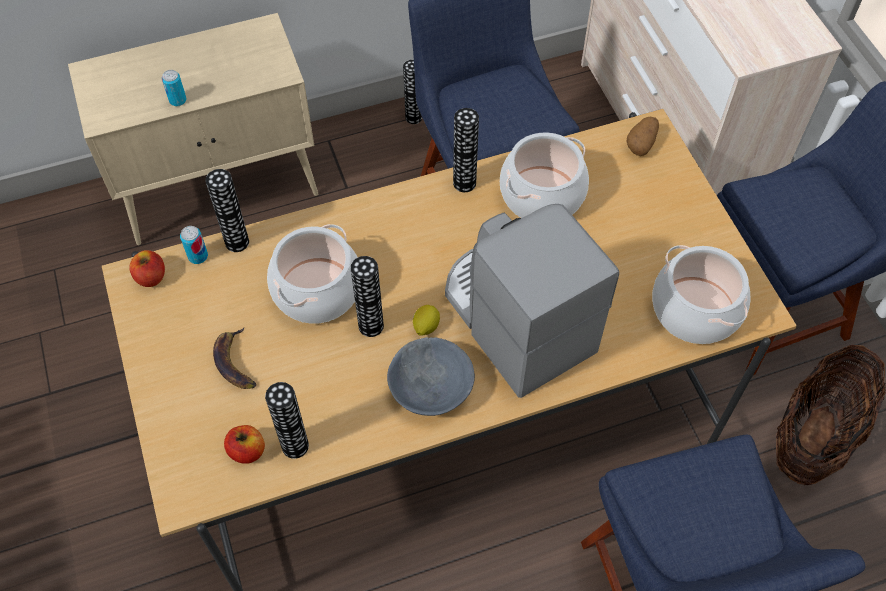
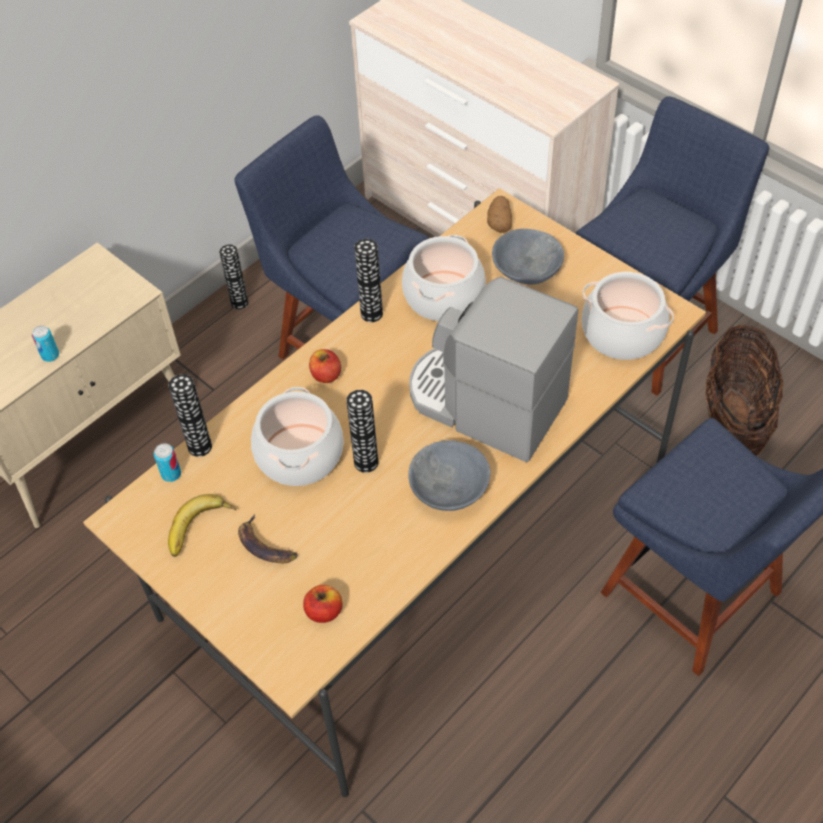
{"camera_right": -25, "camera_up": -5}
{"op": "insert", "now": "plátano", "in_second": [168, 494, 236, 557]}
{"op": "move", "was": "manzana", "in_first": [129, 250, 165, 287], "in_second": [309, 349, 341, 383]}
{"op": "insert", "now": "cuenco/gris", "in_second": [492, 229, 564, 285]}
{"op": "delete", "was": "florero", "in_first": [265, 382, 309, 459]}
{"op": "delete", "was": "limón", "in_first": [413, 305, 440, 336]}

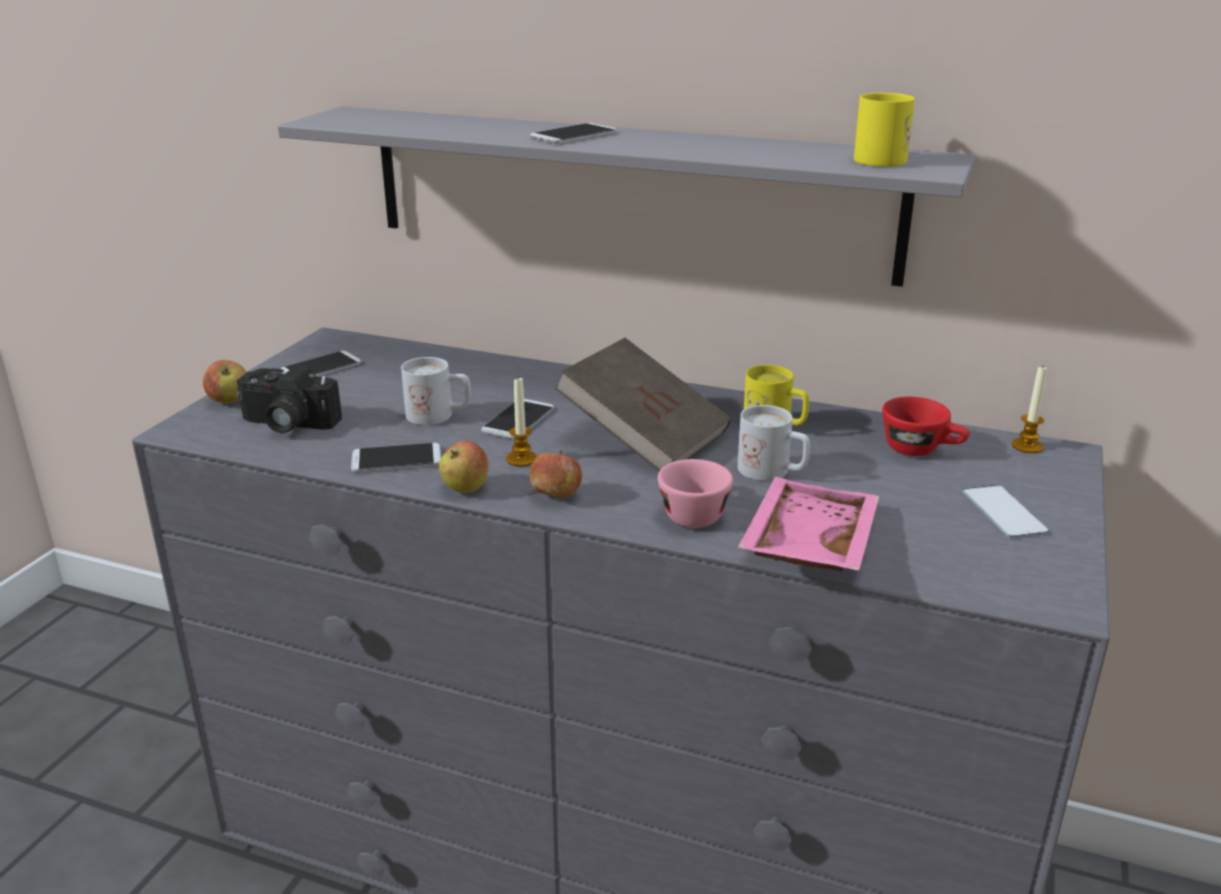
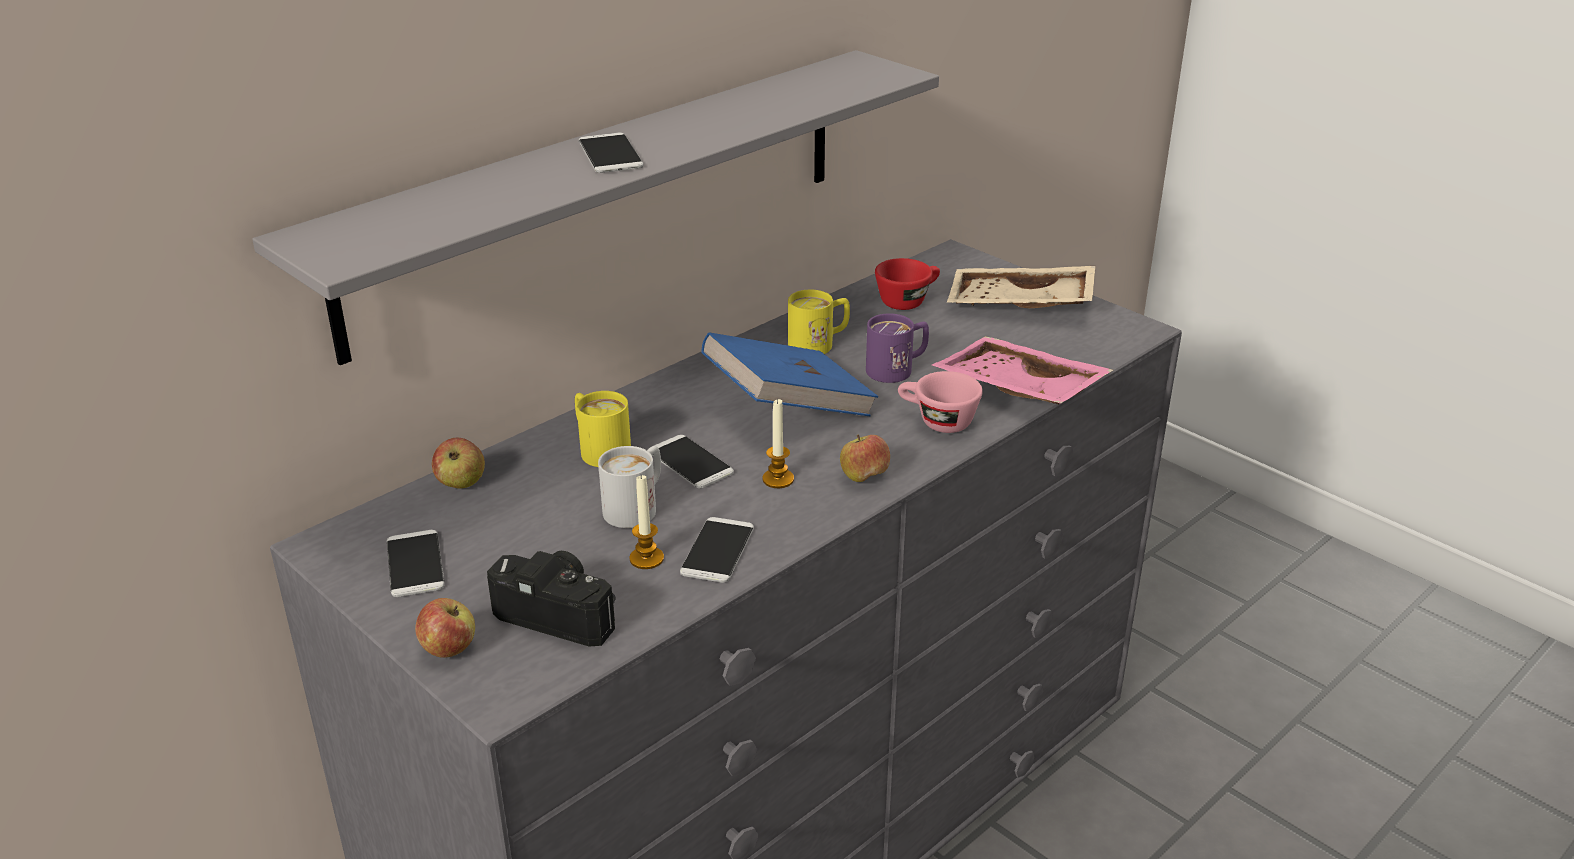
{"camera_right": -65, "camera_up": 5}
{"op": "move", "was": "manzana", "in_first": [439, 441, 489, 493], "in_second": [432, 438, 485, 488]}
{"op": "rotate", "was": "cámara", "in_first": [237, 365, 342, 433], "in_second": [487, 551, 616, 646], "clockwise": -105}
{"op": "move", "was": "taza grande/amarillo", "in_first": [854, 93, 915, 167], "in_second": [575, 391, 631, 467]}
{"op": "move", "was": "vela", "in_first": [1012, 367, 1047, 453], "in_second": [629, 475, 664, 569]}
{"op": "recolor", "was": "libro/marrón", "now": "libro/azul", "in_first": [555, 338, 732, 471], "in_second": [701, 332, 878, 416]}
{"op": "recolor", "was": "taza grande/blanco", "now": "taza grande/morado", "in_first": [738, 405, 810, 481], "in_second": [866, 313, 929, 383]}
{"op": "replace", "was": "móvil", "now": "bandeja/beis", "in_first": [962, 485, 1049, 538], "in_second": [947, 266, 1096, 308]}

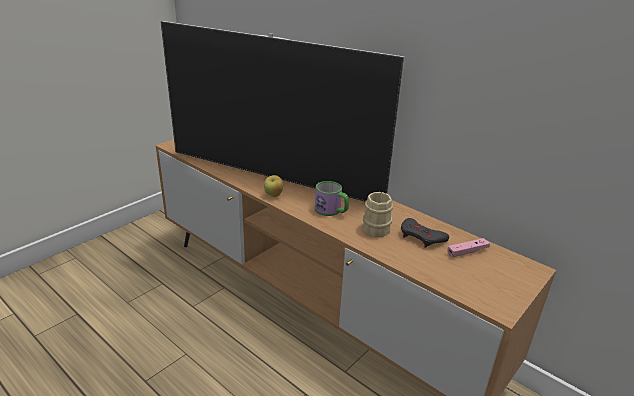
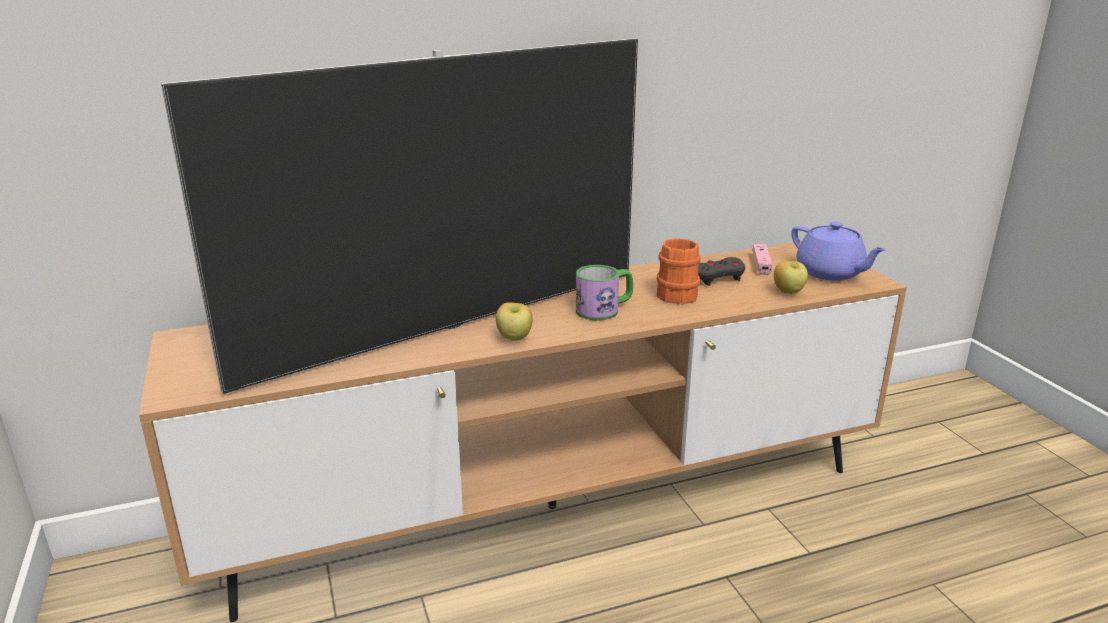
{"camera_right": -60, "camera_up": -5}
{"op": "recolor", "was": "taza grande/beis", "now": "taza grande/naranja", "in_first": [363, 192, 393, 237], "in_second": [657, 238, 700, 304]}
{"op": "insert", "now": "manzana", "in_second": [774, 261, 808, 294]}
{"op": "insert", "now": "tetera/morado", "in_second": [792, 221, 886, 281]}

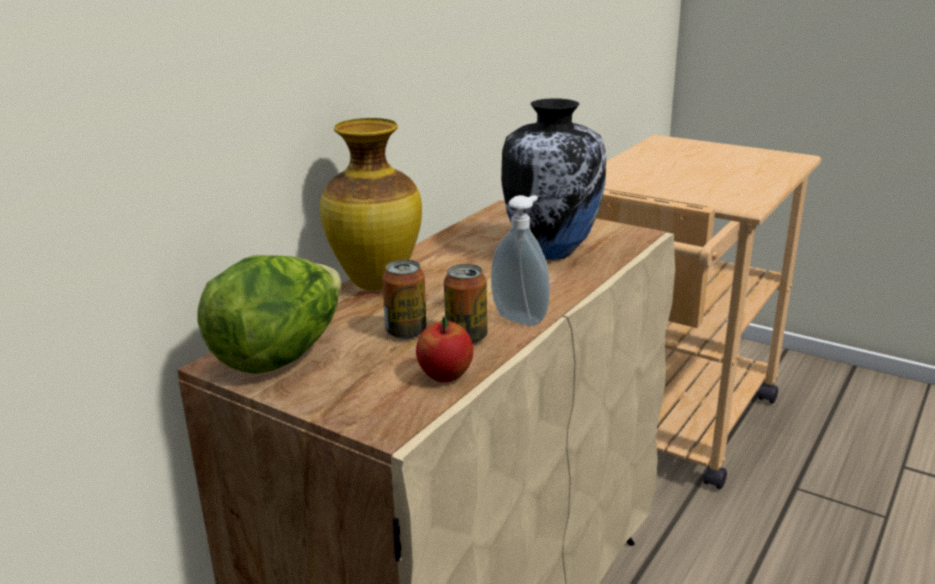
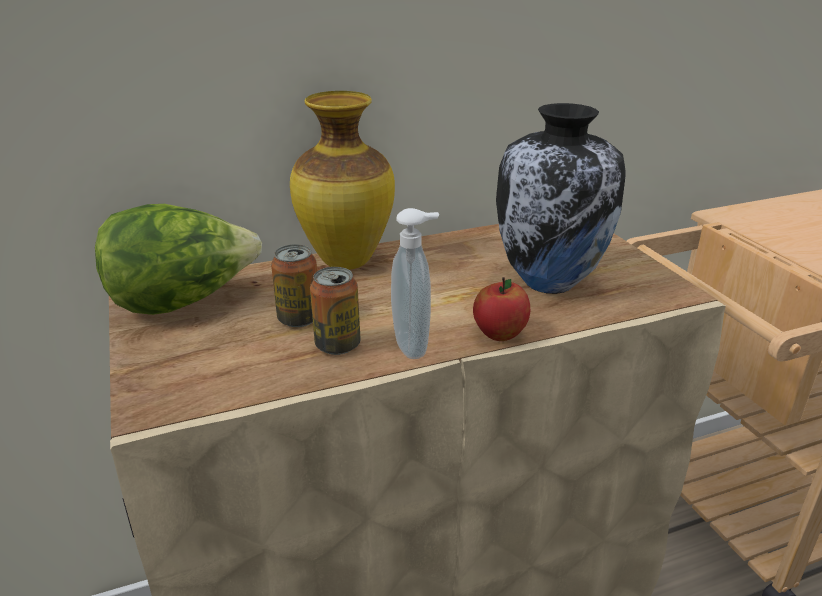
{"camera_right": 35, "camera_up": 5}
{"op": "move", "was": "manzana", "in_first": [416, 316, 473, 382], "in_second": [473, 277, 530, 341]}

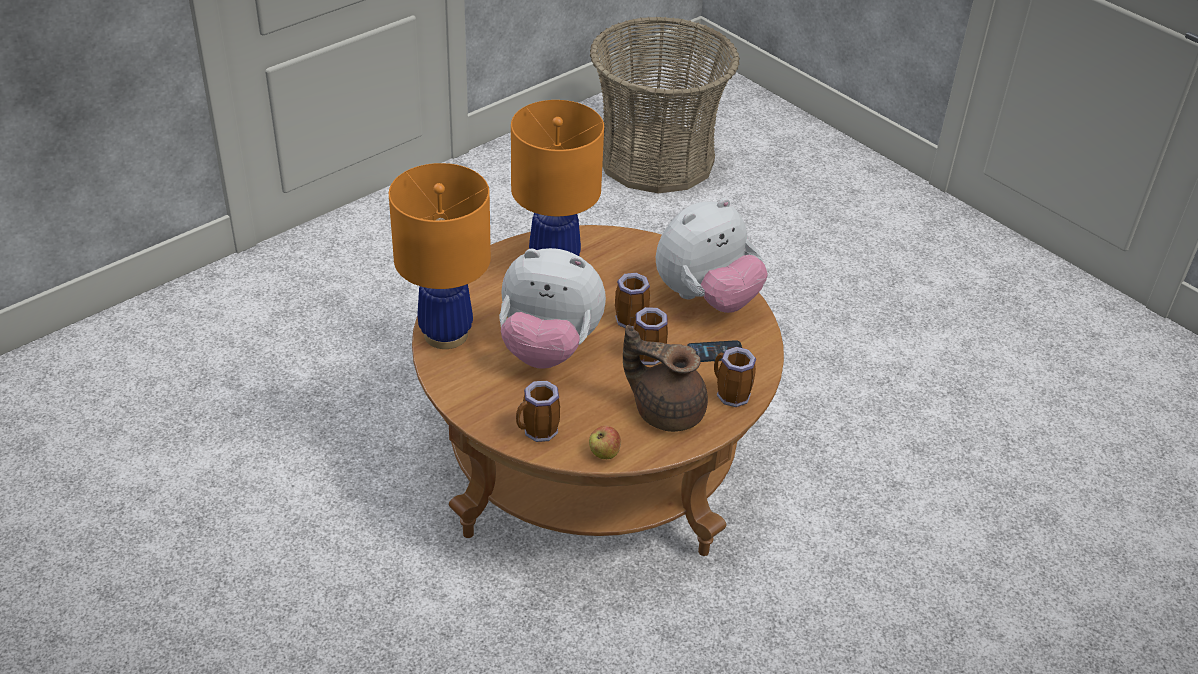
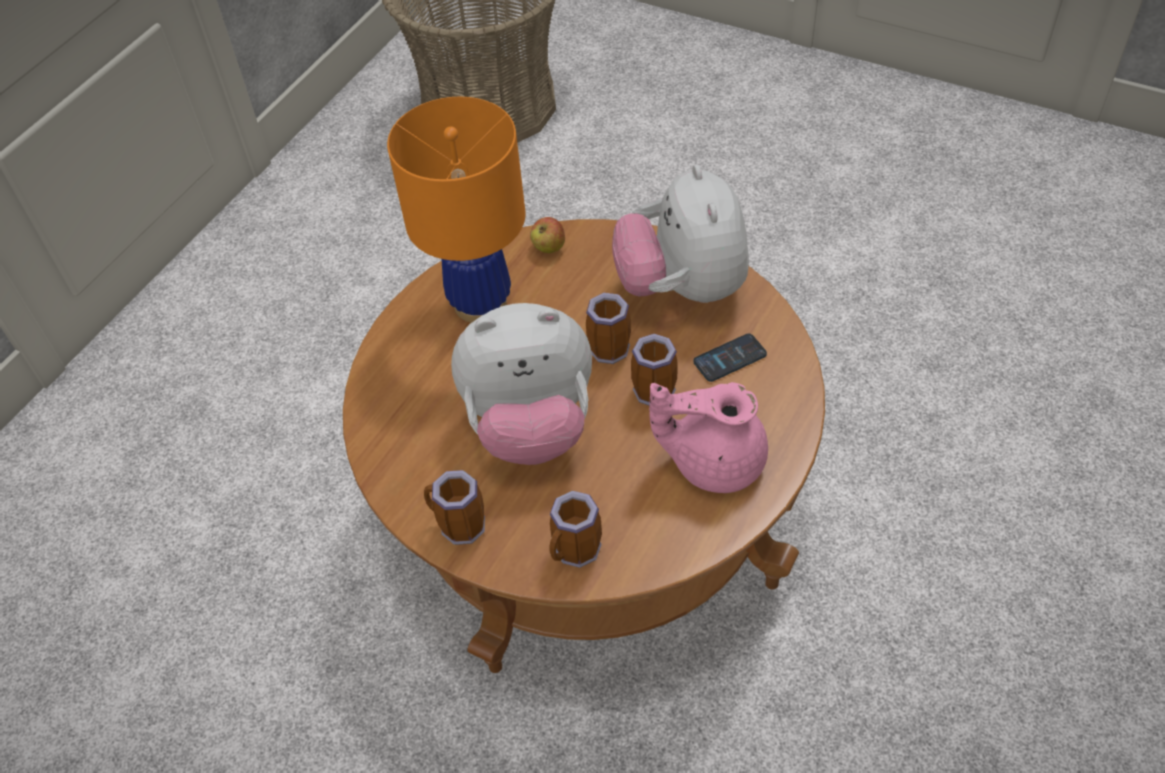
{"camera_right": -15, "camera_up": 10}
{"op": "move", "was": "taza grande", "in_first": [714, 347, 756, 407], "in_second": [424, 470, 485, 545]}
{"op": "move", "was": "manzana", "in_first": [589, 426, 621, 459], "in_second": [530, 217, 565, 253]}
{"op": "rotate", "was": "peluche", "in_first": [656, 198, 768, 313], "in_second": [612, 165, 749, 303], "clockwise": 135}
{"op": "recolor", "was": "tetera/marrón", "now": "tetera/rosa", "in_first": [623, 325, 708, 432], "in_second": [649, 382, 768, 493]}
{"op": "delete", "was": "lámpara de mesa/naranja", "in_first": [389, 163, 491, 349]}

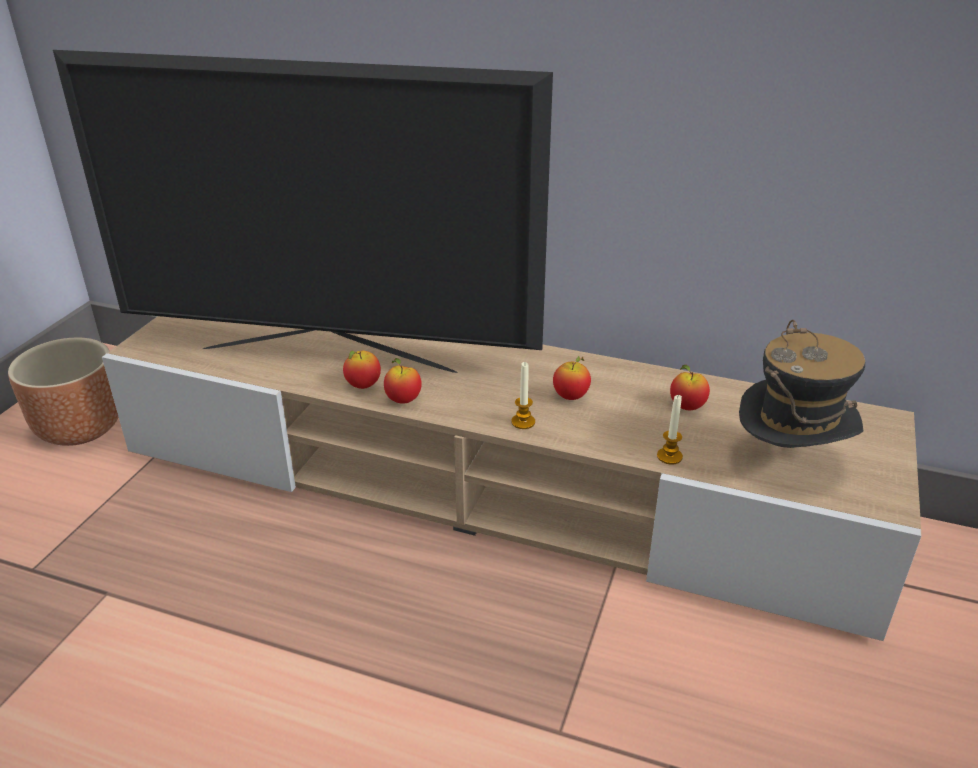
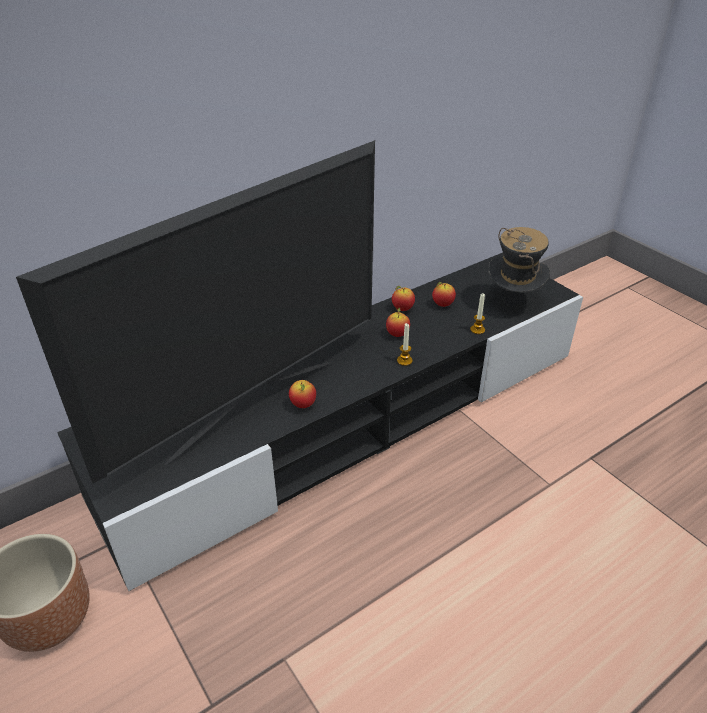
{"camera_right": -55, "camera_up": 5}
{"op": "recolor", "was": "mueble de televisión/beis", "now": "mueble de televisión/negro", "in_first": [102, 316, 922, 641], "in_second": [57, 253, 583, 591]}
{"op": "move", "was": "manzana", "in_first": [384, 358, 422, 404], "in_second": [392, 286, 415, 311]}

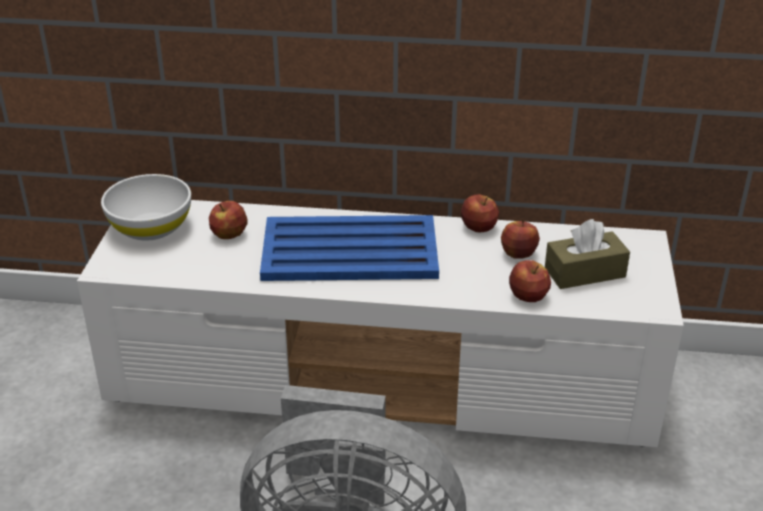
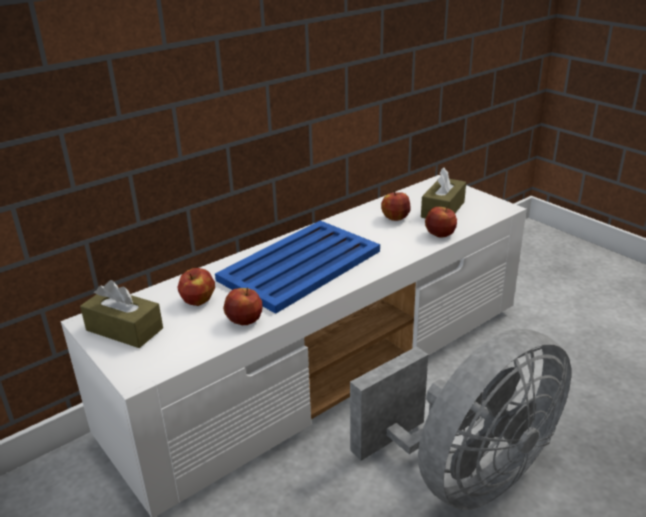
{"camera_right": -45, "camera_up": -5}
{"op": "replace", "was": "cuenco/blanco", "now": "caja de pañuelos/marrón", "in_first": [101, 174, 191, 241], "in_second": [80, 280, 163, 348]}
{"op": "move", "was": "manzana", "in_first": [461, 194, 499, 233], "in_second": [223, 287, 263, 325]}

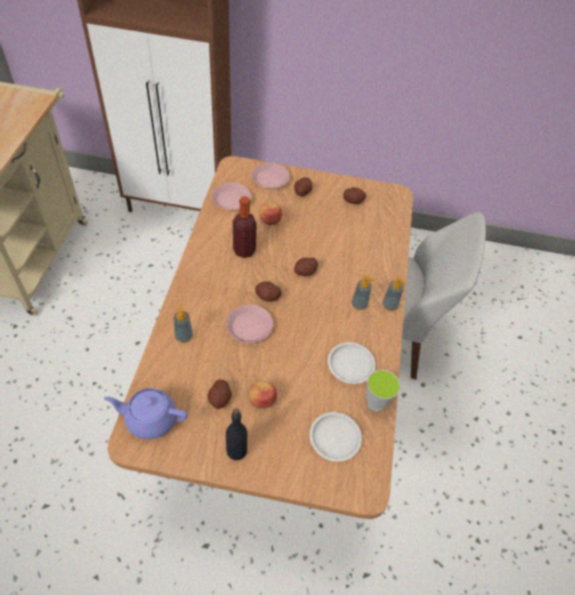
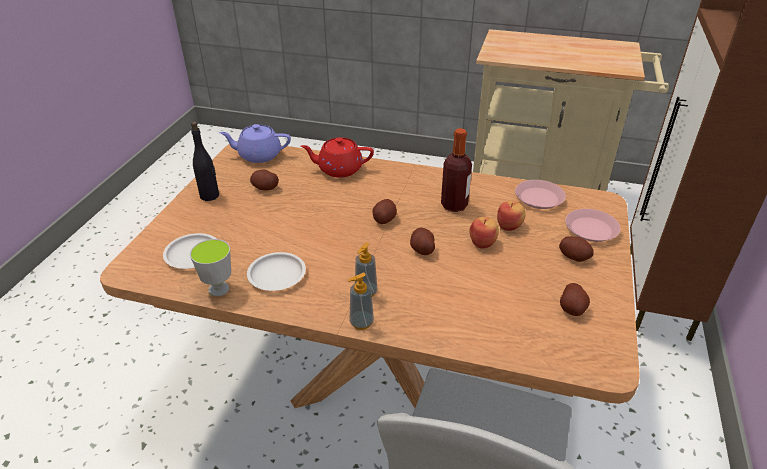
{"camera_right": 100, "camera_up": -15}
{"op": "rotate", "was": "tetera/morado", "in_first": [104, 388, 188, 439], "in_second": [219, 124, 291, 163], "clockwise": -105}
{"op": "replace", "was": "dispensador de jabón", "now": "tetera/rojo", "in_first": [173, 306, 193, 343], "in_second": [300, 137, 374, 178]}
{"op": "move", "was": "manzana", "in_first": [248, 381, 277, 408], "in_second": [469, 217, 499, 249]}
{"op": "delete", "was": "plato/rosa", "in_first": [226, 304, 273, 343]}

